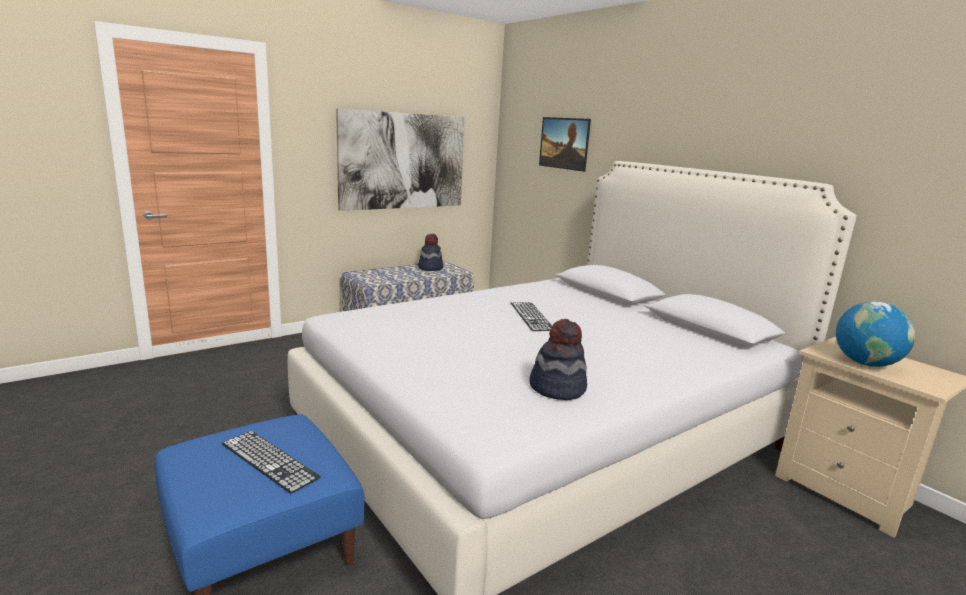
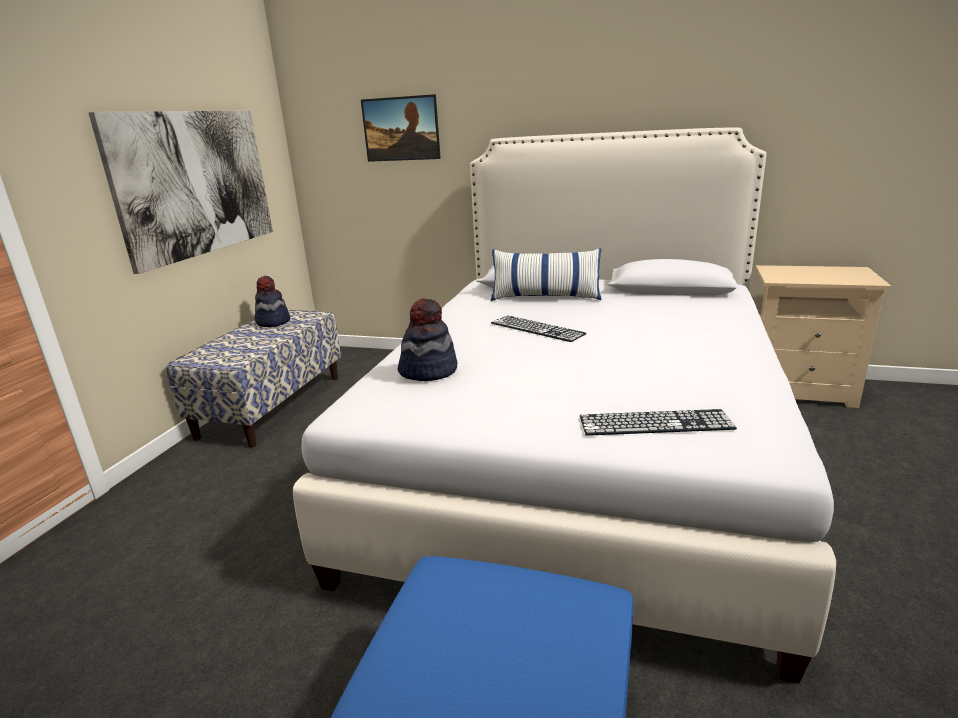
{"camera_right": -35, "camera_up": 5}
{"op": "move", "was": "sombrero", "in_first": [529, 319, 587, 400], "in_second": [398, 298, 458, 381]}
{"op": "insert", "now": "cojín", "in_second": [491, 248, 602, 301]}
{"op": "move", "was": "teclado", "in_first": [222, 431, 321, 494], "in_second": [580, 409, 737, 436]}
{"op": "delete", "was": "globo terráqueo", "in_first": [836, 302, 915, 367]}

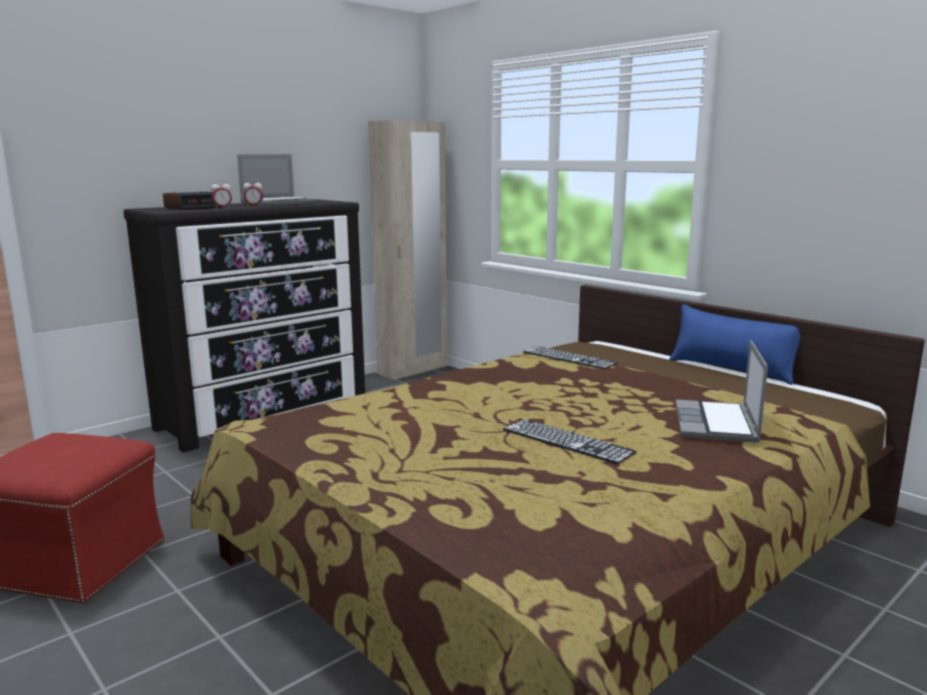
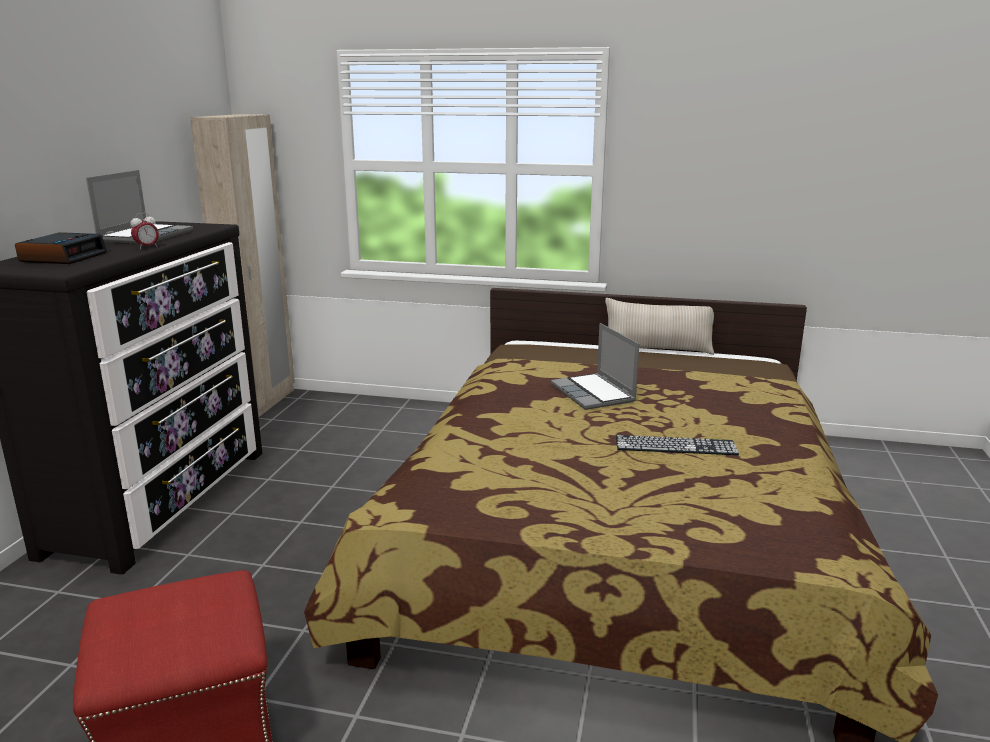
{"camera_right": -35, "camera_up": 5}
{"op": "move", "was": "portátil", "in_first": [676, 340, 768, 443], "in_second": [551, 323, 639, 410]}
{"op": "recolor", "was": "cojín/azul", "now": "cojín/beis", "in_first": [669, 304, 800, 385], "in_second": [605, 298, 714, 355]}
{"op": "delete", "was": "despertador", "in_first": [211, 180, 232, 209]}
{"op": "delete", "was": "teclado", "in_first": [523, 346, 618, 369]}

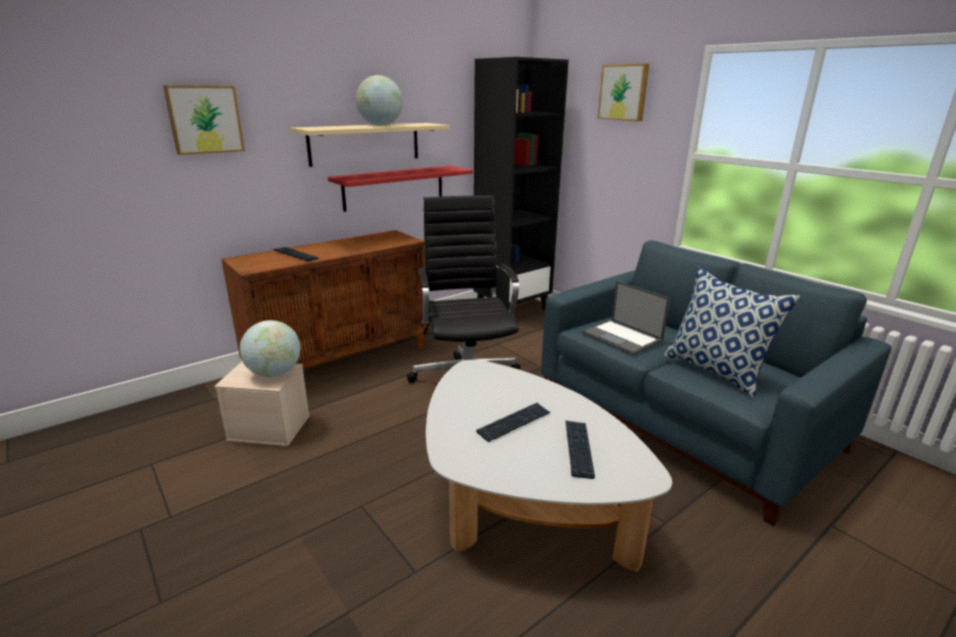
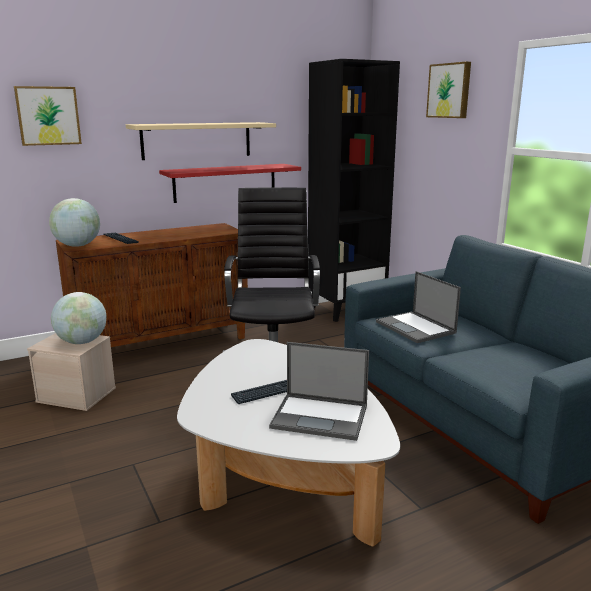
{"camera_right": 10, "camera_up": -5}
{"op": "move", "was": "globo terráqueo", "in_first": [356, 75, 403, 126], "in_second": [49, 198, 100, 247]}
{"op": "replace", "was": "teclado", "now": "portátil", "in_first": [565, 421, 595, 479], "in_second": [269, 342, 369, 441]}
{"op": "delete", "was": "cojín", "in_first": [663, 266, 800, 398]}

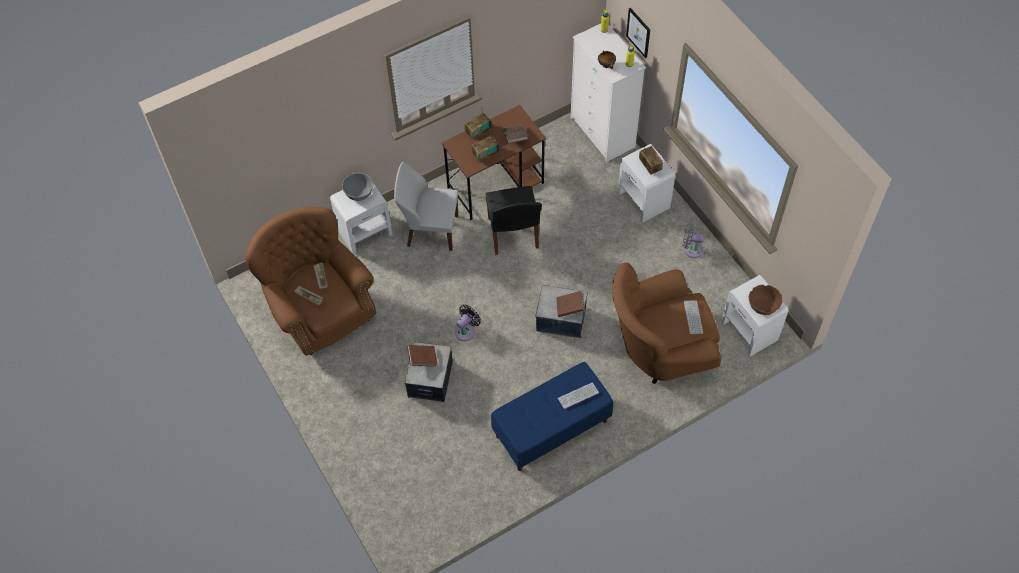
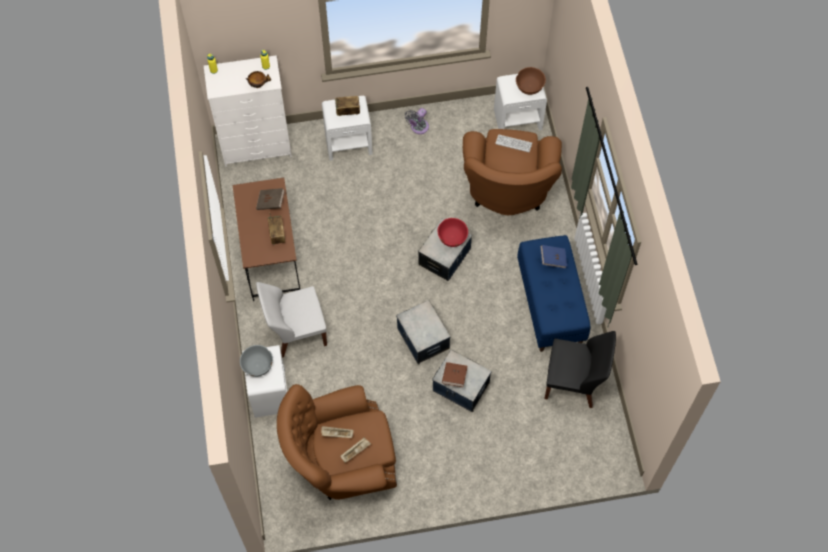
{"camera_right": -70, "camera_up": 5}
{"op": "rotate", "was": "silla/blanco", "in_first": [394, 162, 458, 251], "in_second": [256, 282, 327, 358], "clockwise": 45}
{"op": "replace", "was": "ventilador/negro", "now": "caja de almacenaje", "in_first": [455, 304, 481, 341], "in_second": [396, 300, 450, 364]}
{"op": "replace", "was": "libro/marrón", "now": "cuenco/rojo", "in_first": [556, 291, 584, 317], "in_second": [438, 218, 468, 247]}
{"op": "replace", "was": "teclado", "now": "libro/azul", "in_first": [558, 382, 599, 409], "in_second": [540, 245, 567, 268]}
{"op": "move", "was": "silla/negro", "in_first": [485, 186, 542, 255], "in_second": [544, 331, 616, 408]}
{"op": "delete", "was": "radio", "in_first": [464, 113, 492, 140]}
{"op": "delete", "was": "cuadro", "in_first": [626, 8, 650, 58]}

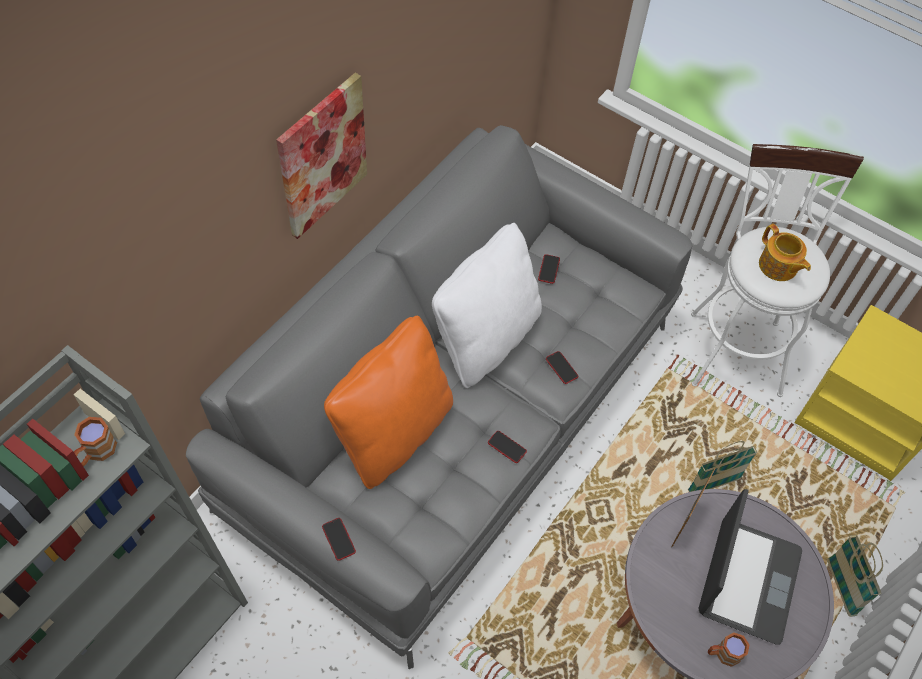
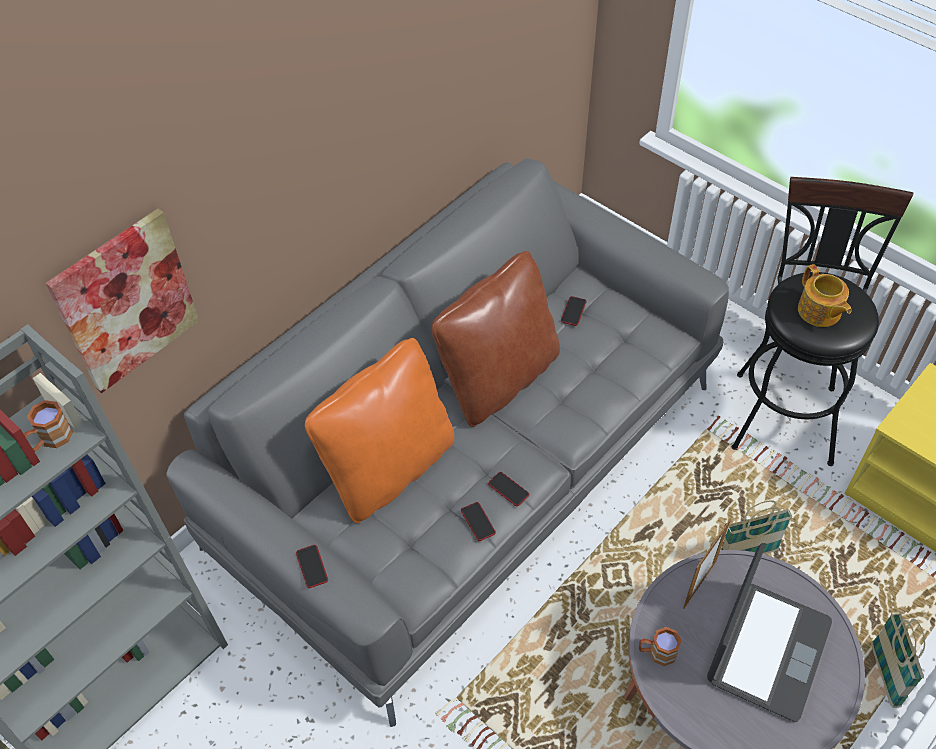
{"camera_right": 10, "camera_up": -5}
{"op": "move", "was": "cuadro", "in_first": [276, 73, 367, 239], "in_second": [46, 209, 199, 393]}
{"op": "recolor", "was": "cojín/blanco", "now": "cojín/marrón", "in_first": [432, 223, 542, 388], "in_second": [431, 251, 560, 427]}
{"op": "move", "was": "móvil", "in_first": [546, 351, 578, 384], "in_second": [461, 502, 496, 541]}
{"op": "move", "was": "taza grande/marrón", "in_first": [708, 633, 749, 667], "in_second": [639, 627, 682, 666]}
{"op": "recolor", "was": "taburete/blanco", "now": "taburete/negro", "in_first": [691, 144, 864, 397], "in_second": [732, 177, 913, 466]}

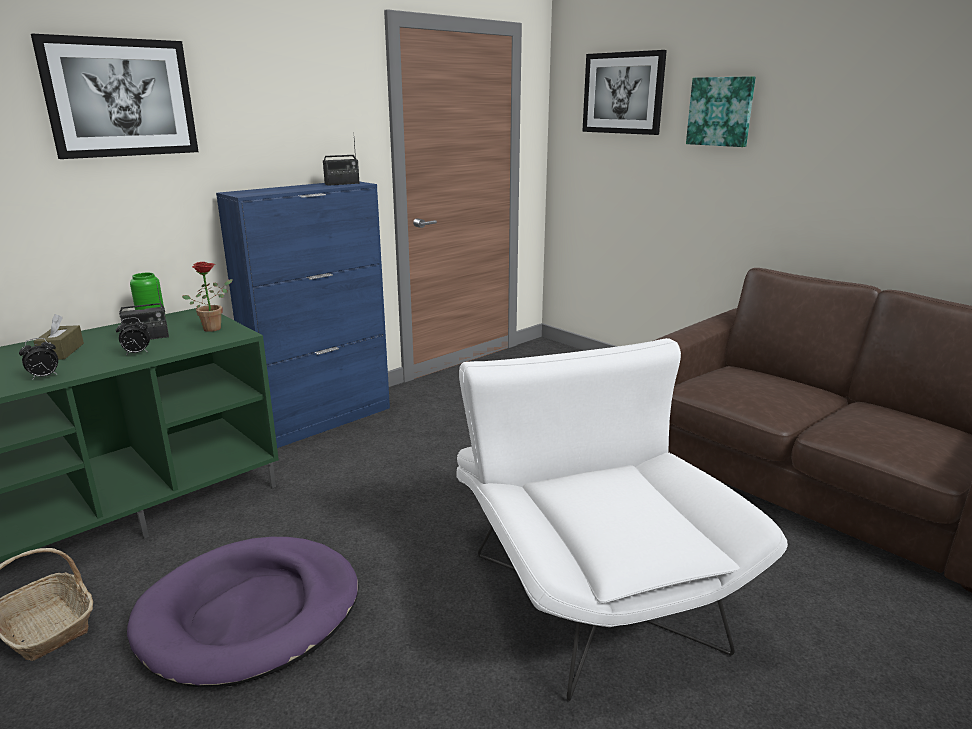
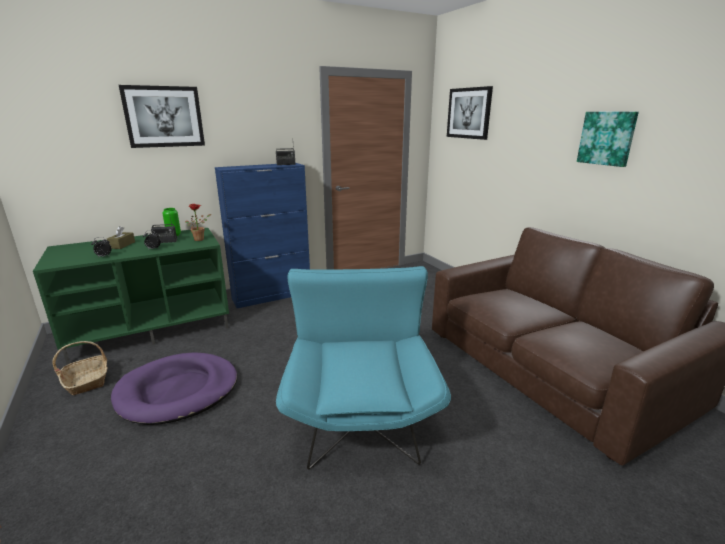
{"camera_right": 15, "camera_up": 0}
{"op": "recolor", "was": "sillón/blanco", "now": "sillón/turquesa", "in_first": [457, 338, 788, 701], "in_second": [276, 266, 451, 470]}
{"op": "move", "was": "cuadro", "in_first": [686, 76, 756, 147], "in_second": [577, 112, 639, 167]}

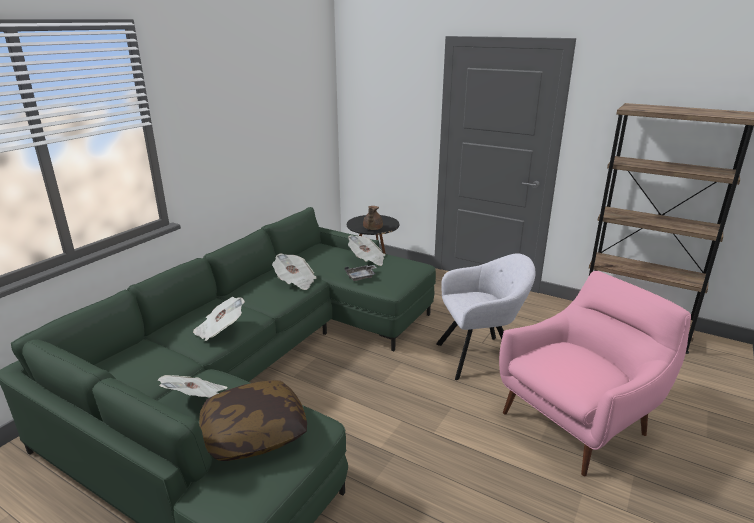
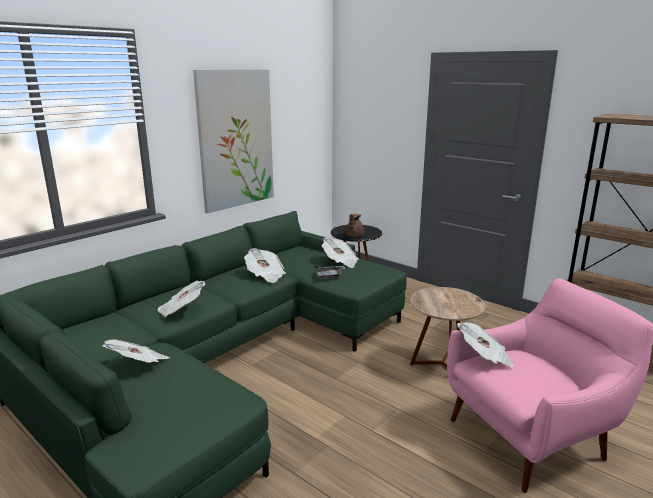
{"camera_right": 10, "camera_up": -5}
{"op": "insert", "now": "cuadro", "in_second": [193, 70, 274, 213]}
{"op": "replace", "was": "sillón/gris", "now": "mesa auxiliar/marrón", "in_first": [436, 253, 536, 380], "in_second": [410, 287, 486, 368]}
{"op": "insert", "now": "periódico", "in_second": [457, 322, 515, 367]}
{"op": "delete", "was": "cojín", "in_first": [199, 380, 307, 461]}

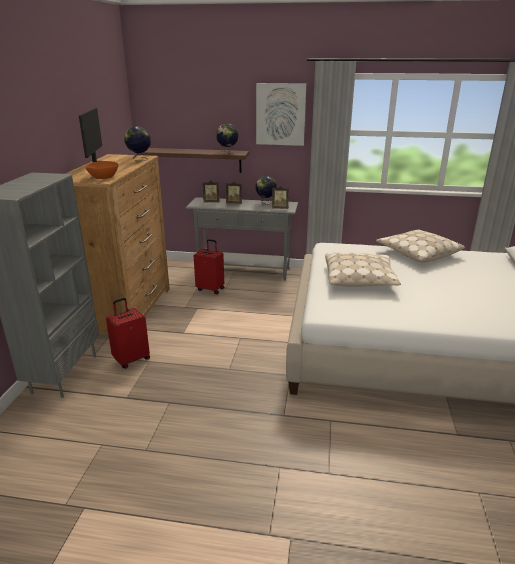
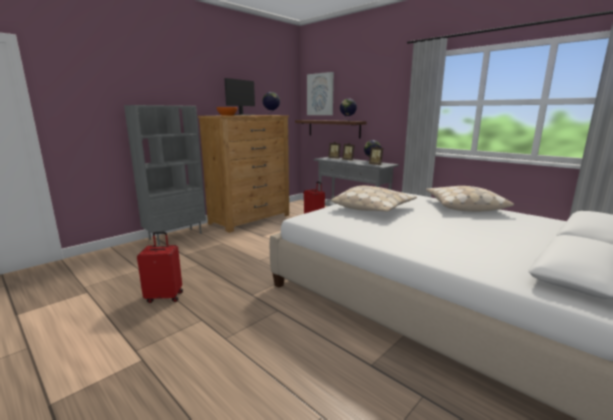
{"camera_right": 35, "camera_up": -10}
{"op": "move", "was": "maleta/rojo", "in_first": [106, 298, 150, 368], "in_second": [137, 232, 183, 303]}
{"op": "move", "was": "cuadro", "in_first": [256, 83, 306, 146], "in_second": [307, 72, 334, 115]}

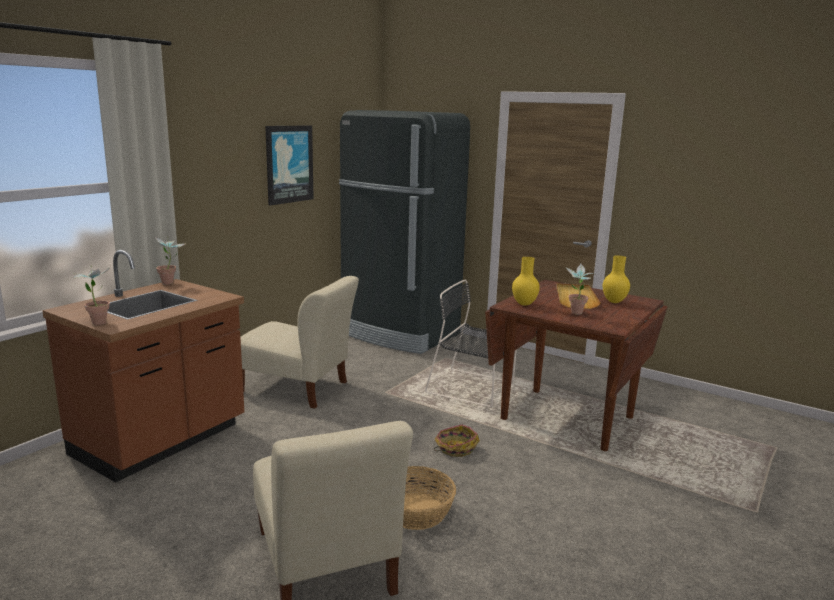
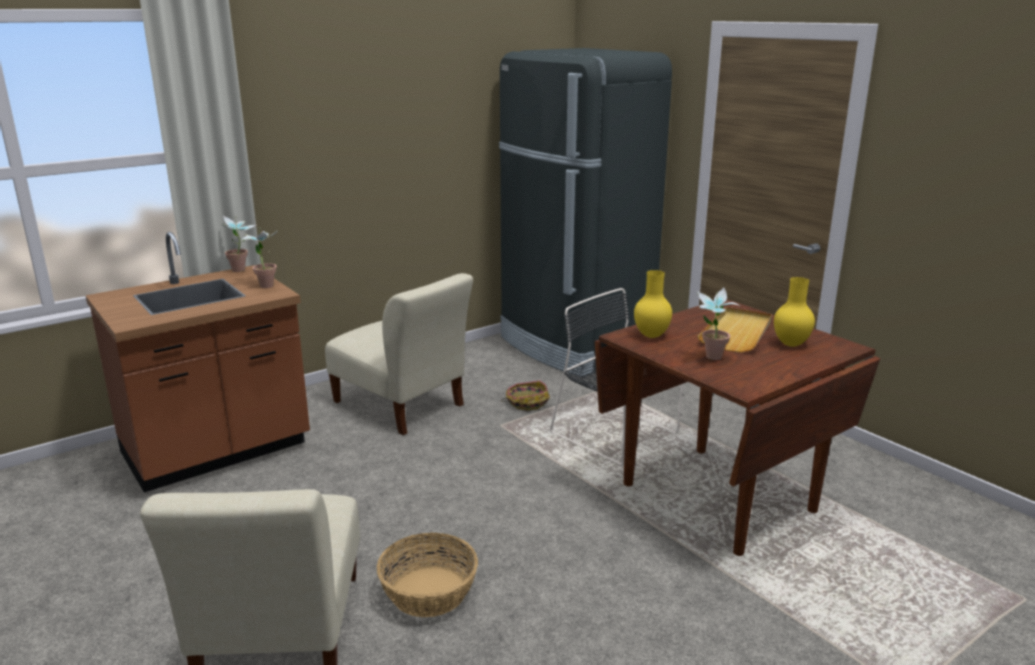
{"camera_right": 20, "camera_up": 5}
{"op": "move", "was": "planta en maceta", "in_first": [74, 265, 110, 325], "in_second": [242, 227, 278, 288]}
{"op": "move", "was": "cesta", "in_first": [434, 424, 480, 457], "in_second": [501, 380, 550, 411]}
{"op": "delete", "was": "cuadro", "in_first": [265, 125, 314, 205]}

